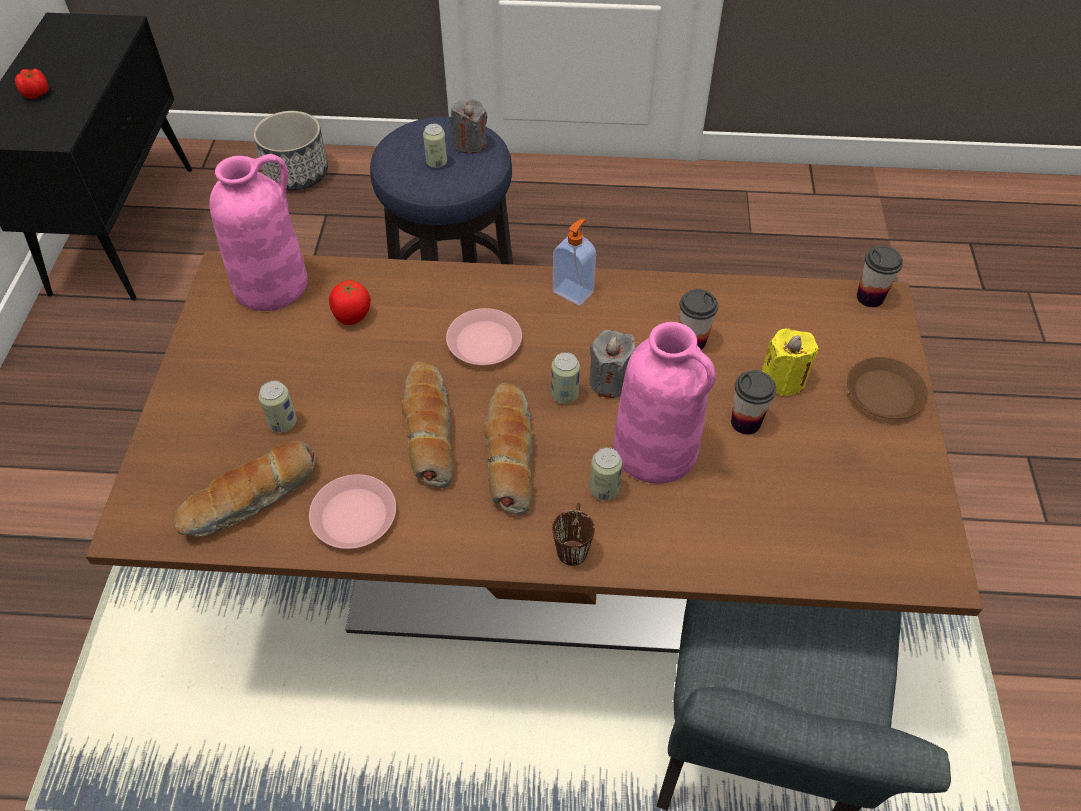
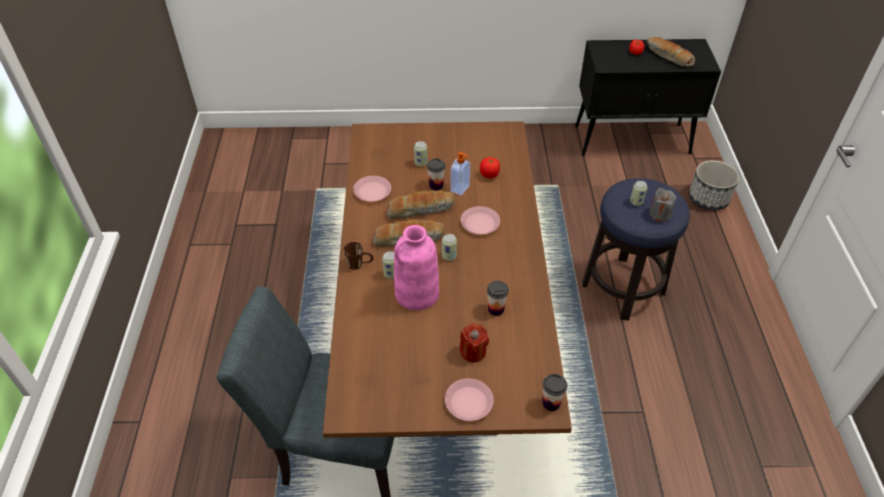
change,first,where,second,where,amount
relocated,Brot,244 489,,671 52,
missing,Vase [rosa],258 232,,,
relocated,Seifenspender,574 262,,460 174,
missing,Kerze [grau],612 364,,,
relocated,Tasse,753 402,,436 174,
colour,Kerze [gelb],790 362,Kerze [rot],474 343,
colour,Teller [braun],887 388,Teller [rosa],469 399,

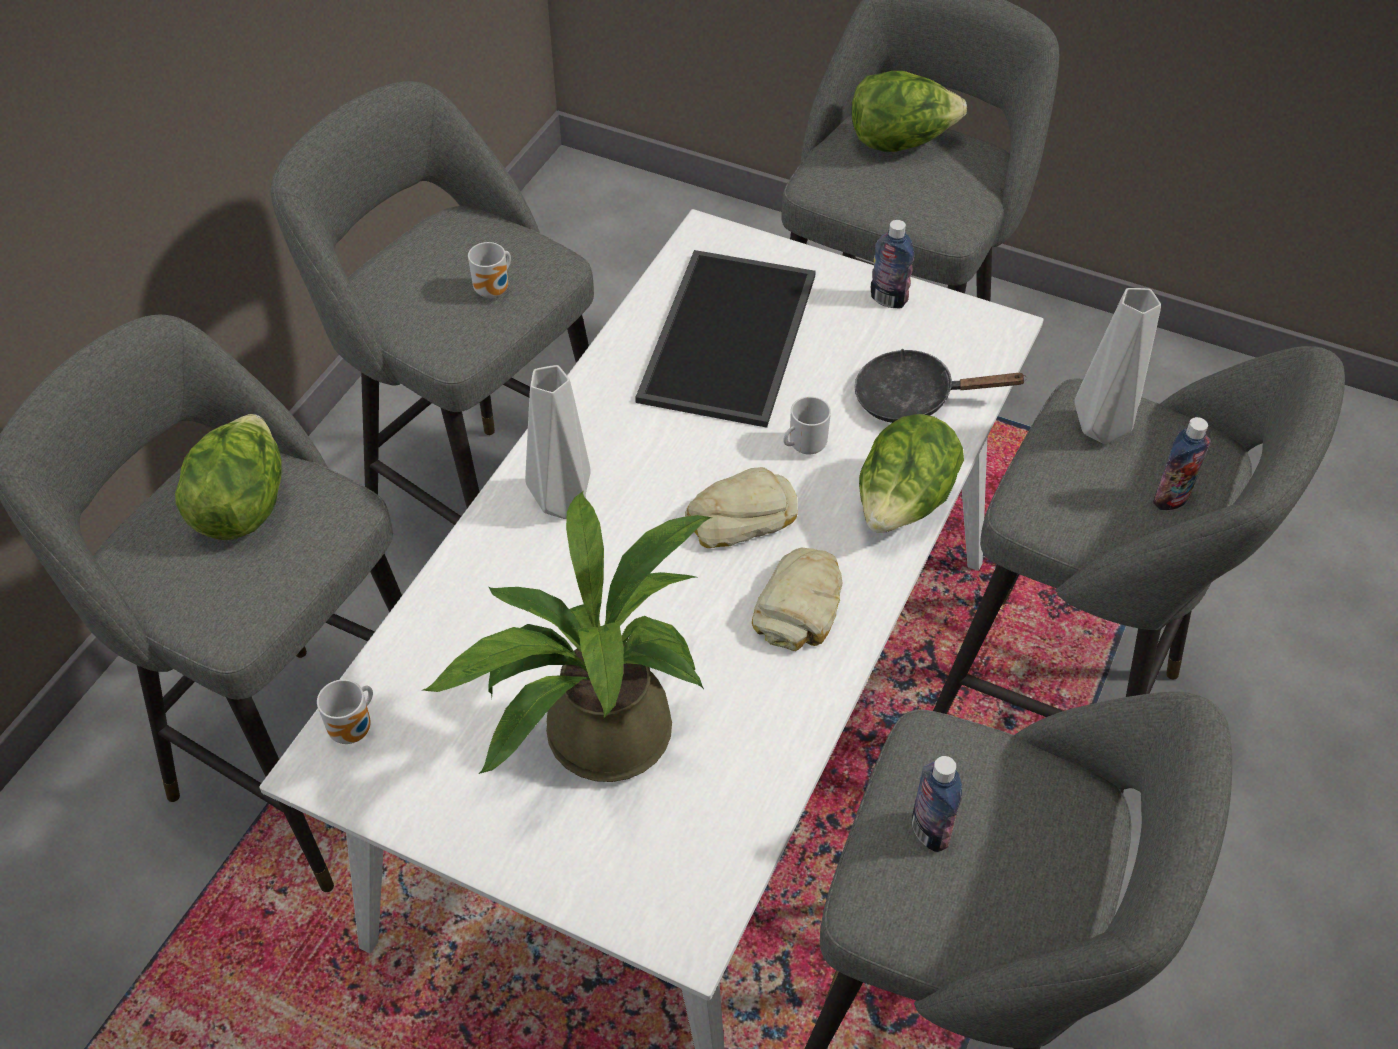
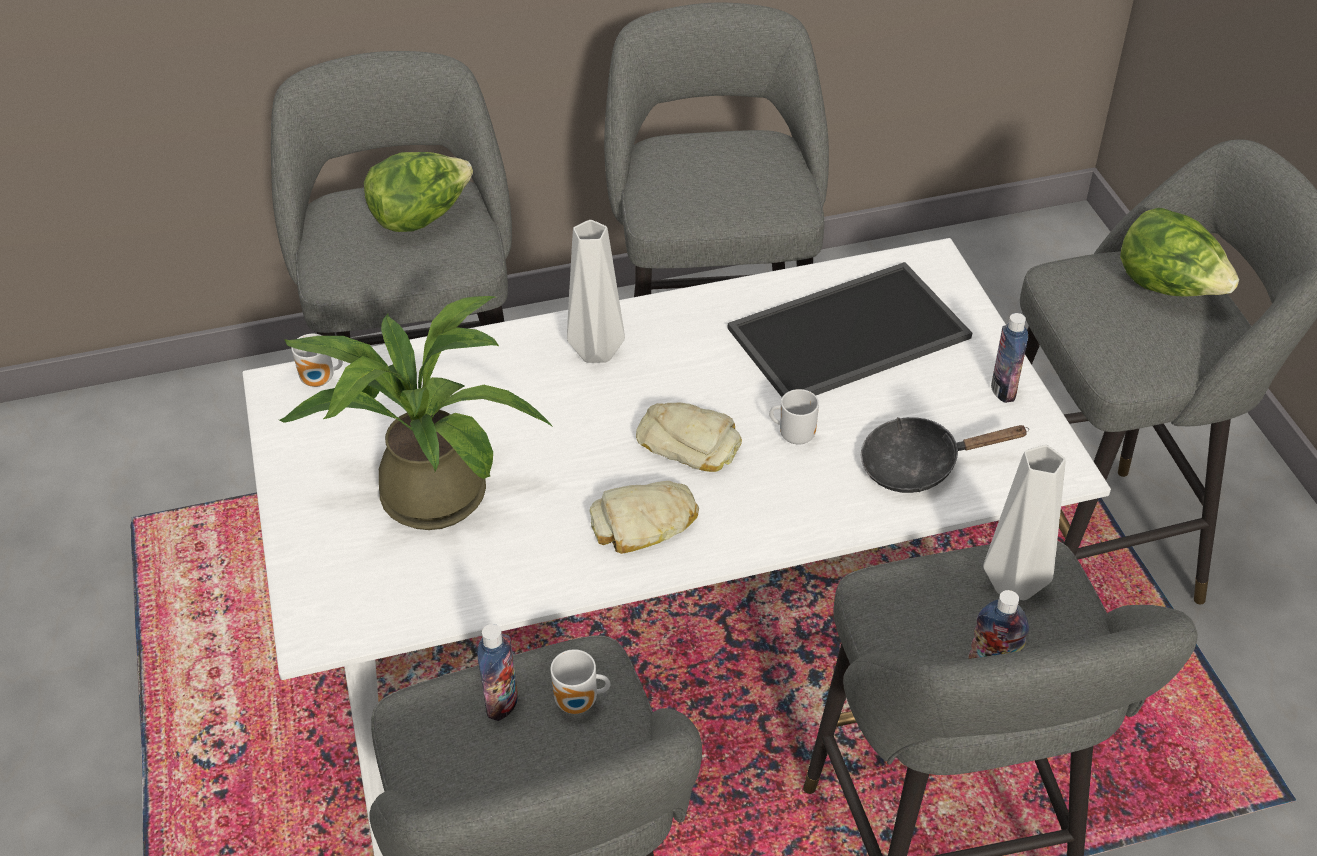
change,first,where,second,where,amount
relocated,Henkelbecher,489 270,,580 681,
spun,Pfanne [schwarz],941 386,,945 455,60 degrees counterclockwise
missing,Salatkopf,911 473,,,

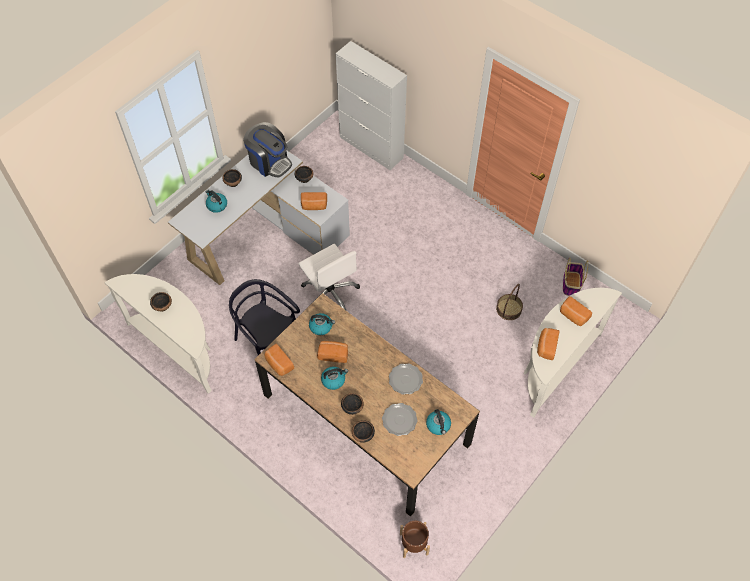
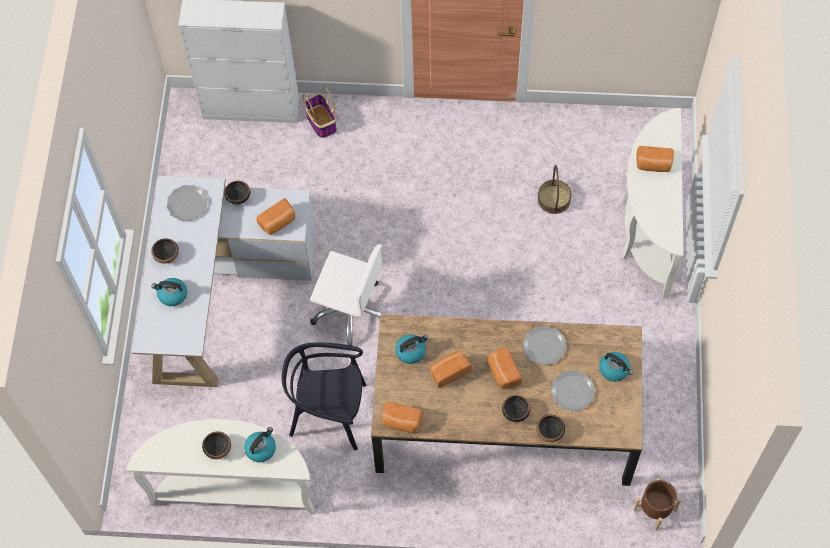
change,first,where,second,where,amount
exchanged,Kaffeemaschine,267 149,Teller,187 203,
relocated,Wasserkessel,334 378,,260 444,
relocated,Brot,548 344,,504 368,
relocated,Korb,575 277,,320 112,

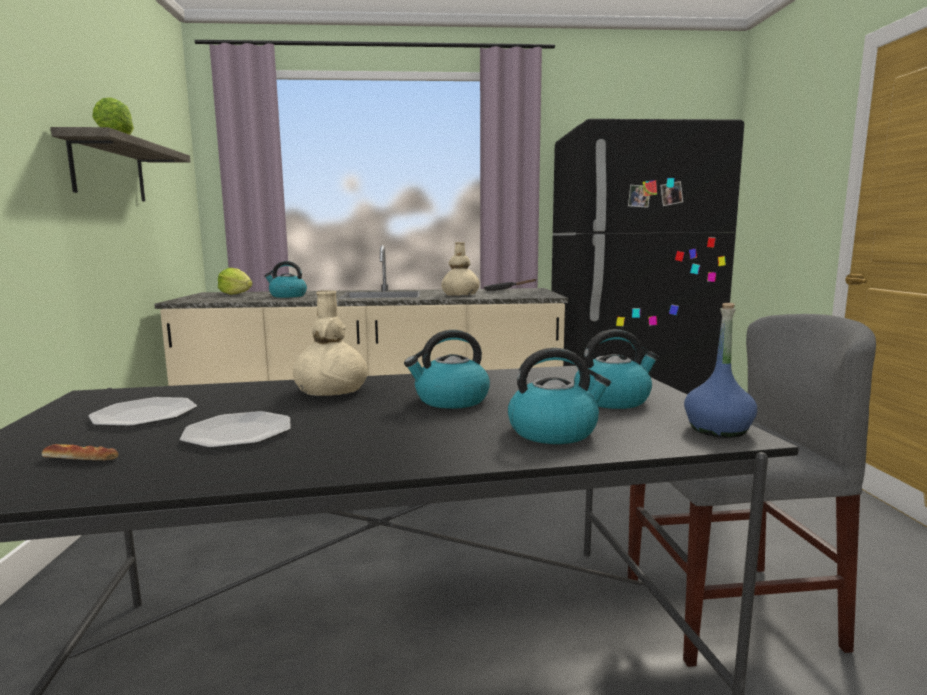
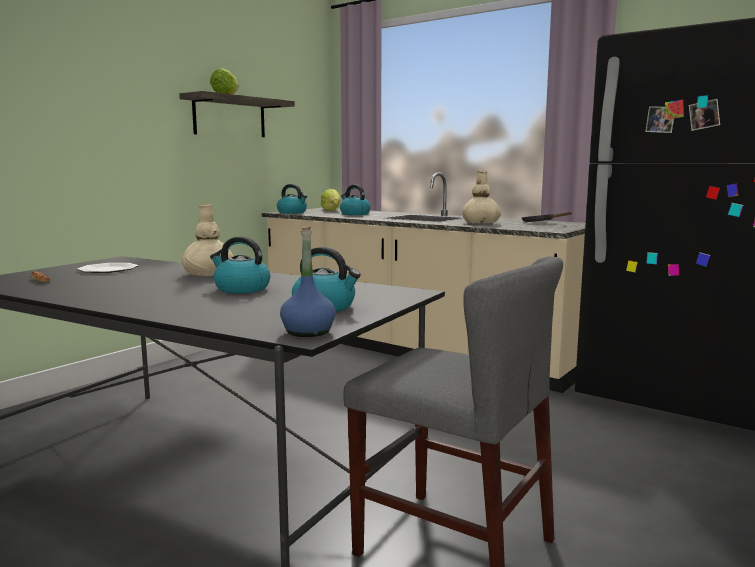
change,first,where,second,where,amount
missing,Teller,235 429,,,
relocated,Wasserkessel,559 396,,292 199,

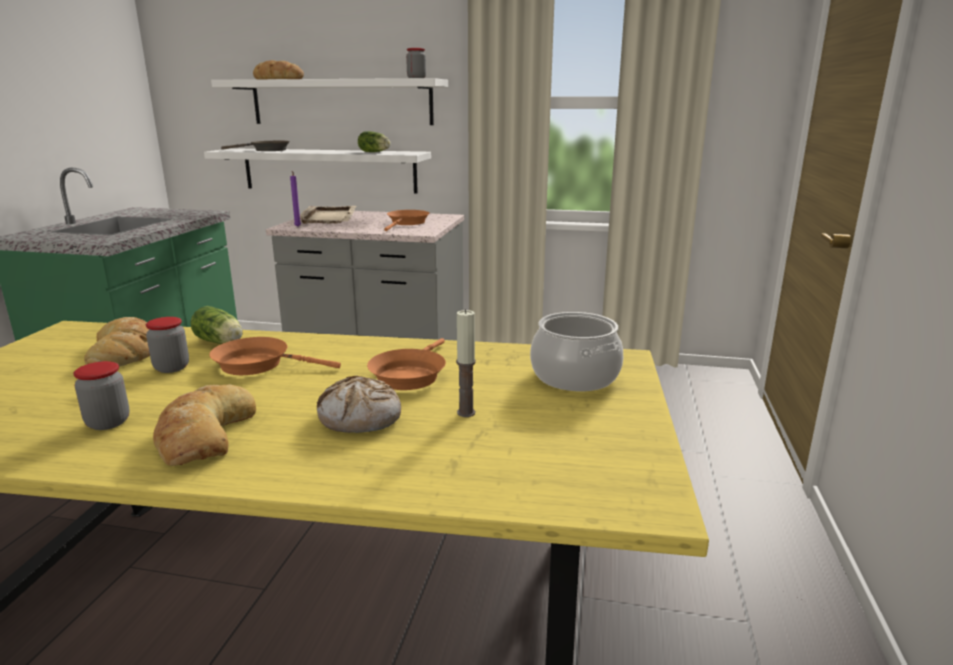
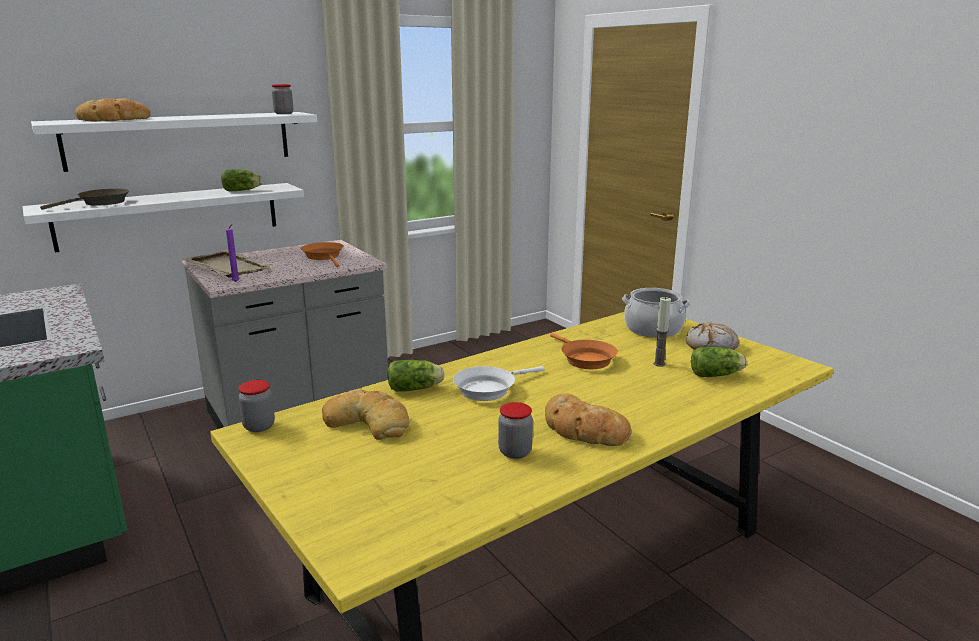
change,first,where,second,where,amount
relocated,Vorratsglas,167 345,,256 406,
colour,Pfanne [orange],275 356,Pfanne [weiß],499 383,
relocated,Brot,359 404,,712 336,
appeared,,,Salatkopf,719 362,

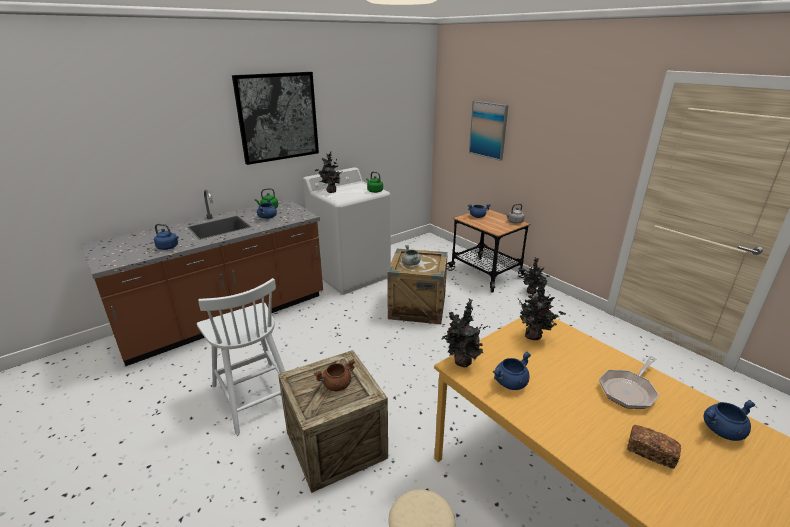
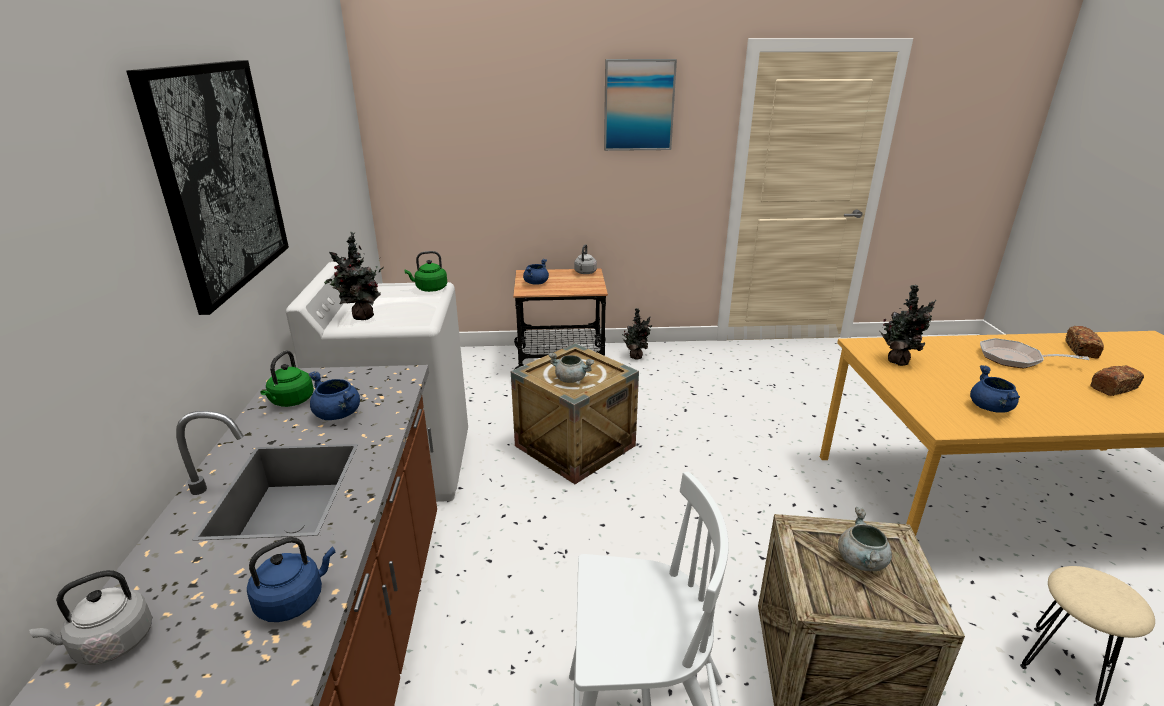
change,first,where,second,where,amount
colour,Kochtopf [braun],334 375,Kochtopf [grau],865 539,
missing,Topfpflanze,464 332,,,
relocated,Bild,489 131,,640 105,
spun,Pfanne,629 382,,1035 353,120 degrees clockwise
exchanged,Kochtopf [blau],729 420,Brot,1085 342,
appeared,,,Wasserkessel [grau],90 617,

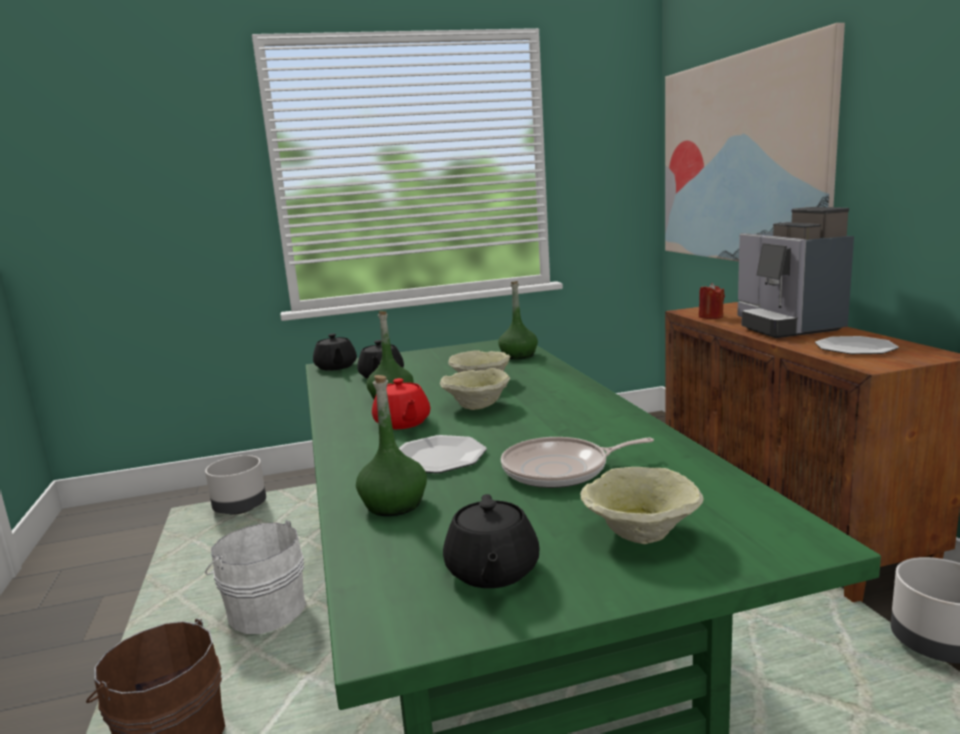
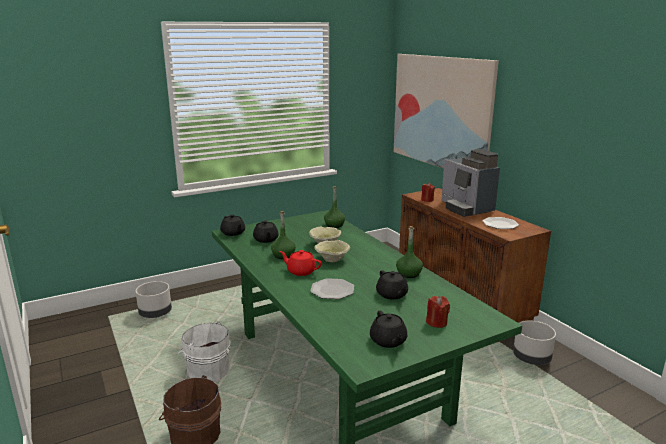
change,first,where,second,where,amount
relocated,Flasche [grün],391 445,,409 252,
spun,Teekanne [rot],401 403,,300 263,150 degrees clockwise
exchanged,Pfanne,577 462,Teekanne [schwarz],392 285,
exchanged,Schüssel [beige],642 505,Kerze [rot],438 312,

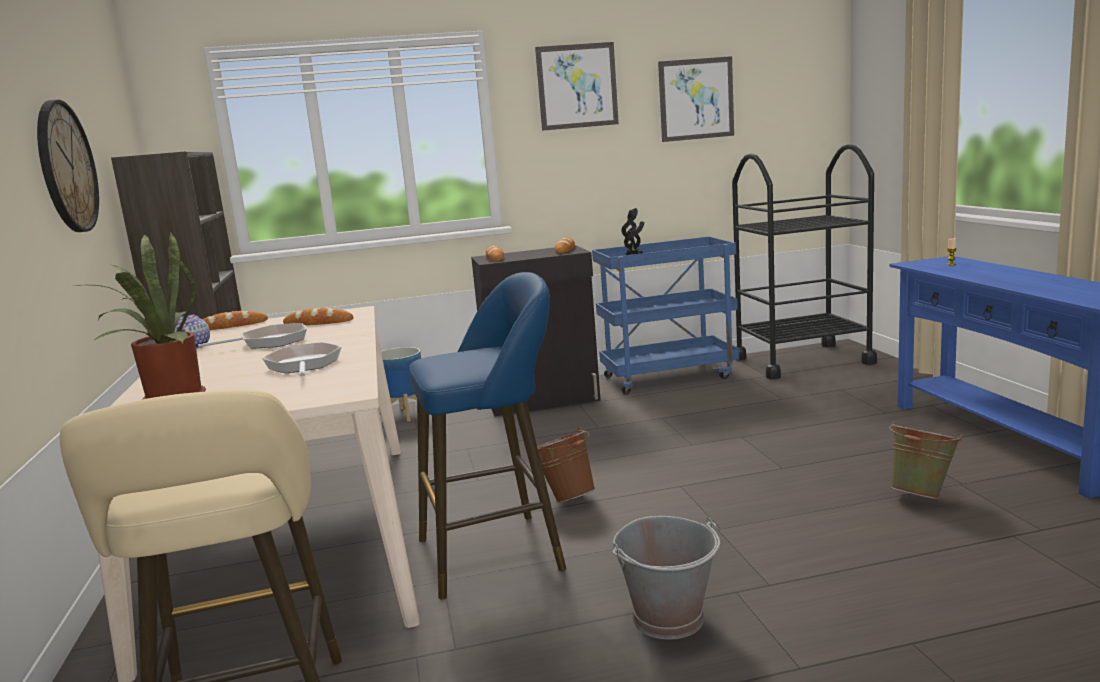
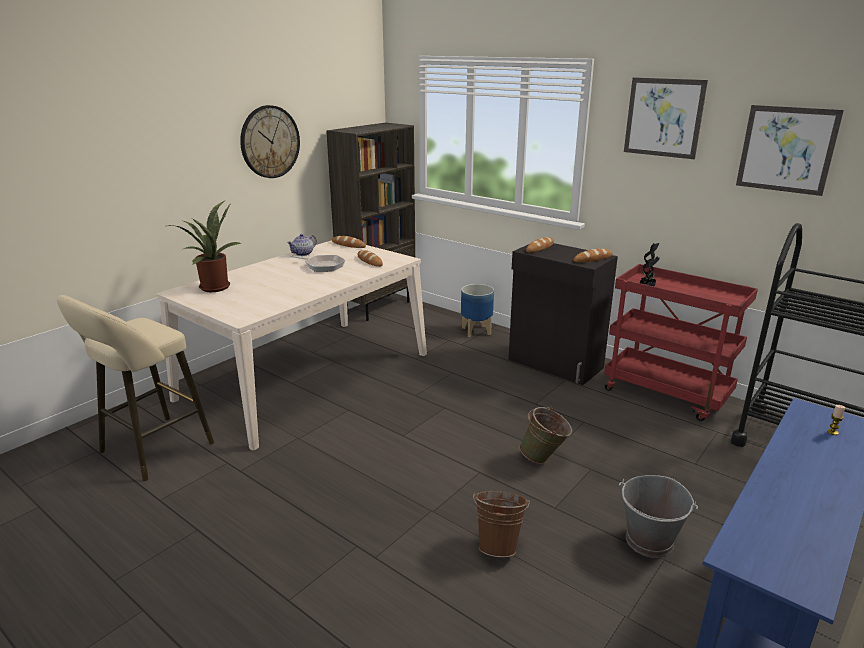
change,first,where,second,where,amount
missing,Pfanne,302 359,,,
missing,Hocker [blau],487 436,,,
relocated,Eimer [braun],566 465,,501 524,
colour,Rollwagen [blau],665 315,Rollwagen [rot],681 342,
relocated,Eimer [grau],666 578,,658 516,
relocated,Eimer [grün],925 460,,546 435,

